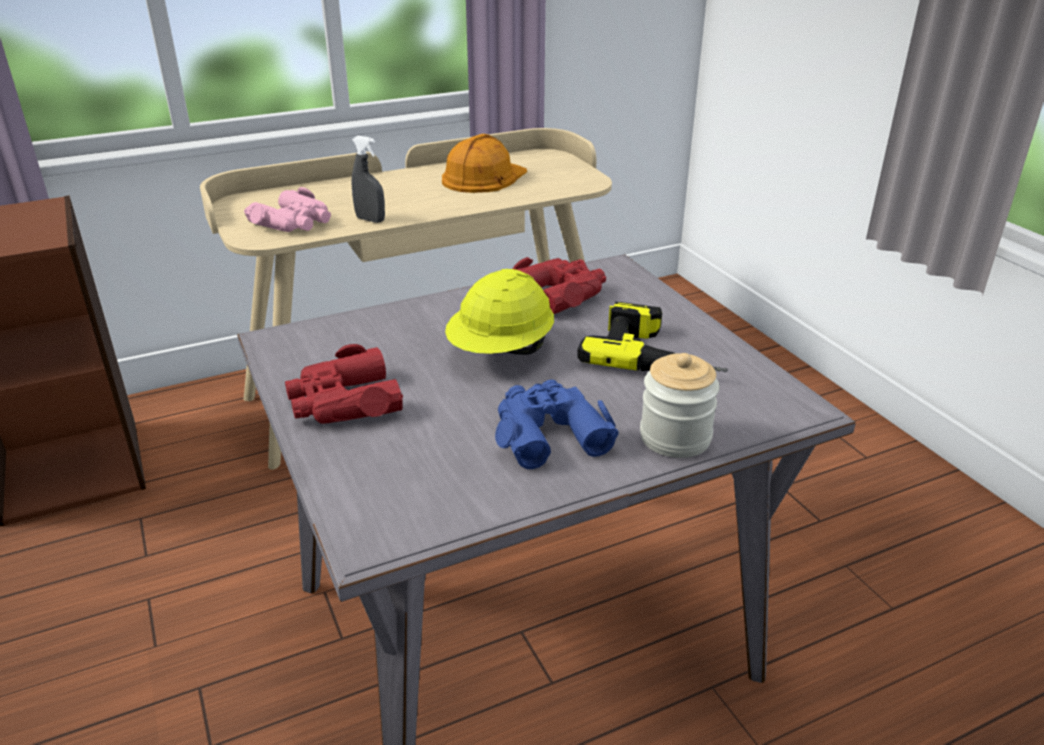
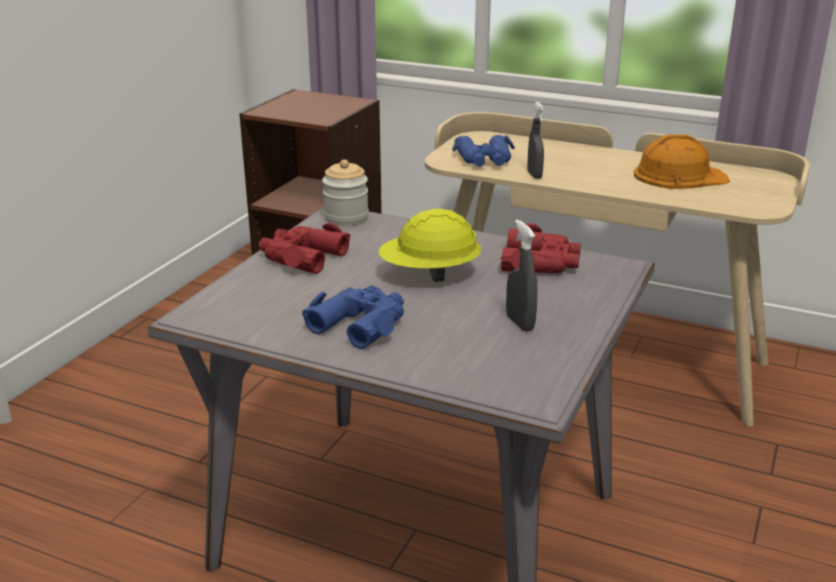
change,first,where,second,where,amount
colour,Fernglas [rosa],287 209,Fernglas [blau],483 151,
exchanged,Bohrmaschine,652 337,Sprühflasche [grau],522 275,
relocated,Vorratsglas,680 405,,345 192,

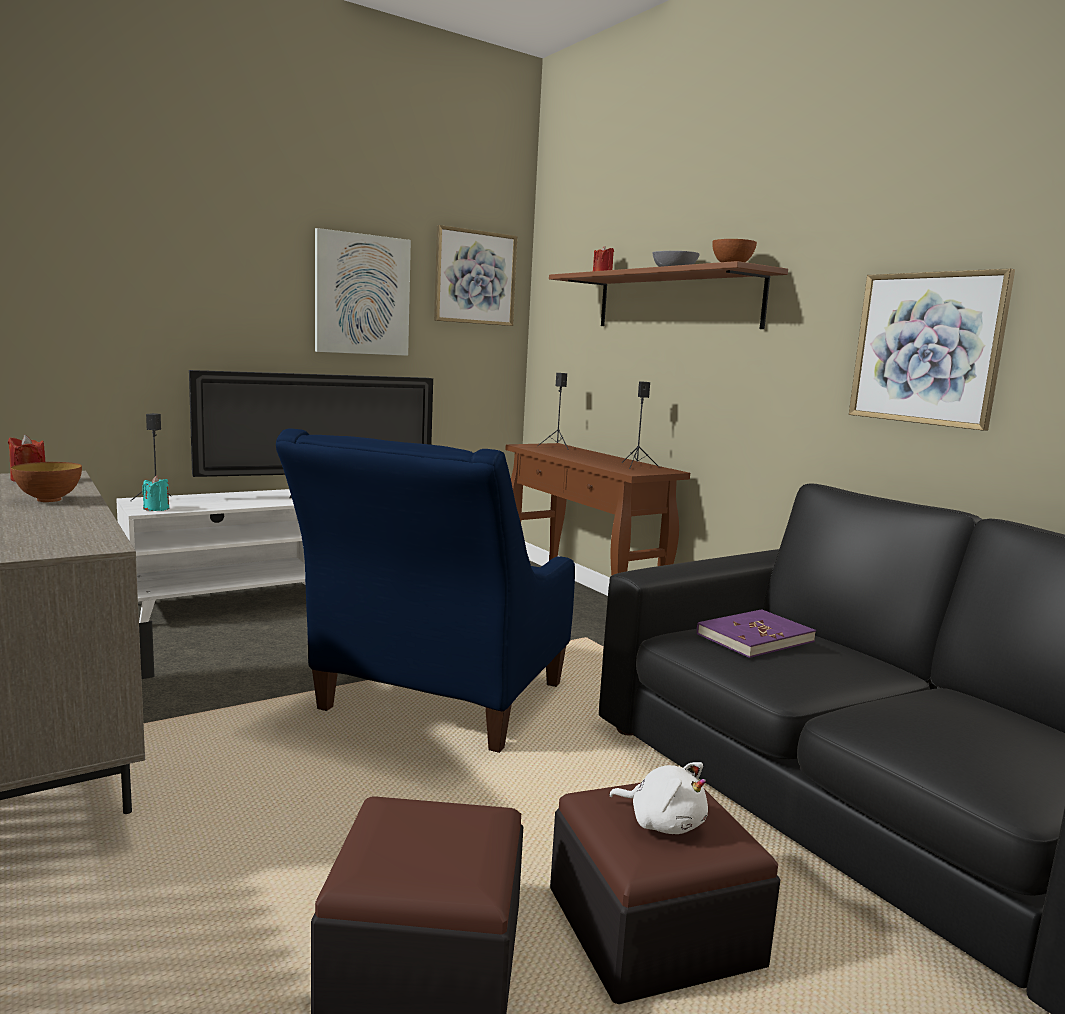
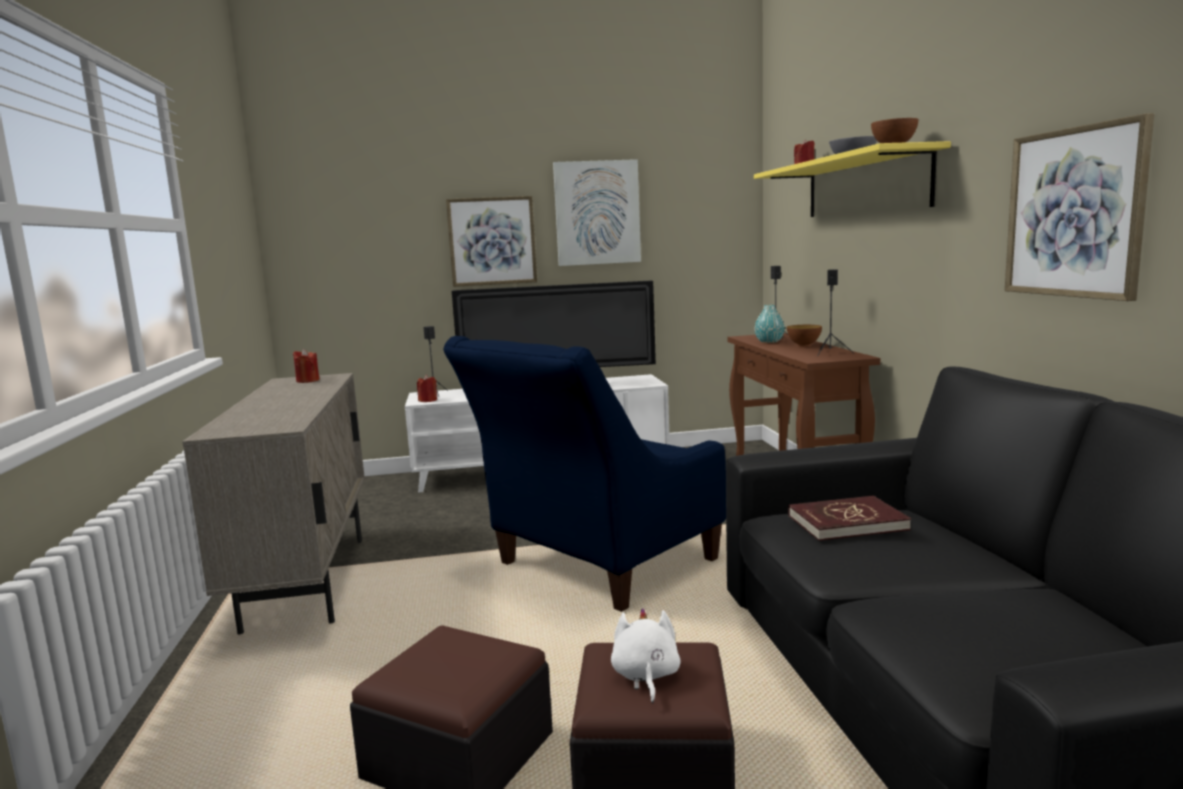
change,first,where,second,where,amount
relocated,Schüssel,46 482,,804 336,
colour,Kerze [türkis],155 493,Kerze [rot],427 388,
relocated,Bild,475 275,,491 241,
colour,Wandregal [braun],668 295,Wandregal [gelb],852 179,
spun,Plüschtier [weiß],658 798,,646 655,150 degrees counterclockwise
colour,Buch [lila],756 633,Buch [rot],849 518,
appeared,,,Vase [türkis],770 324,

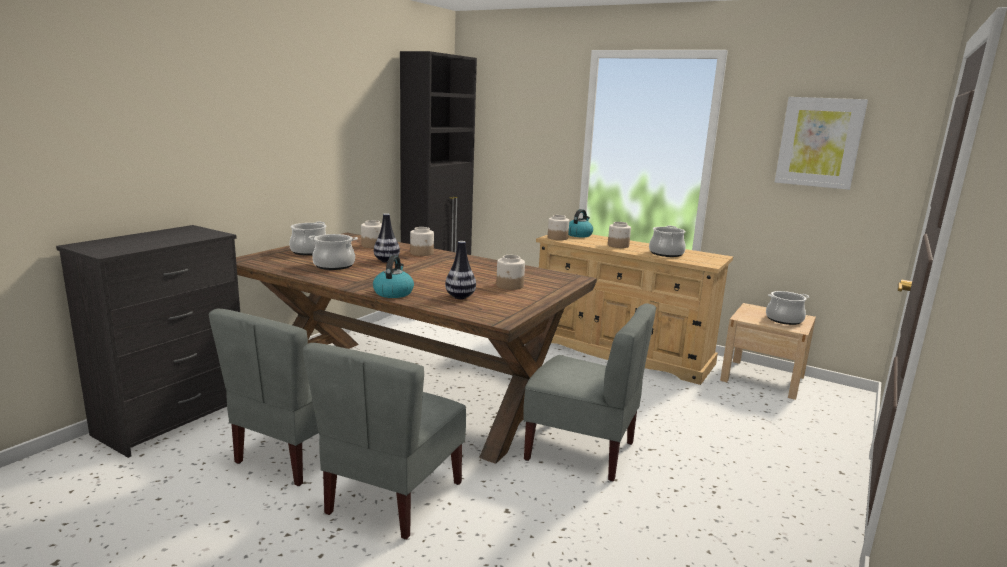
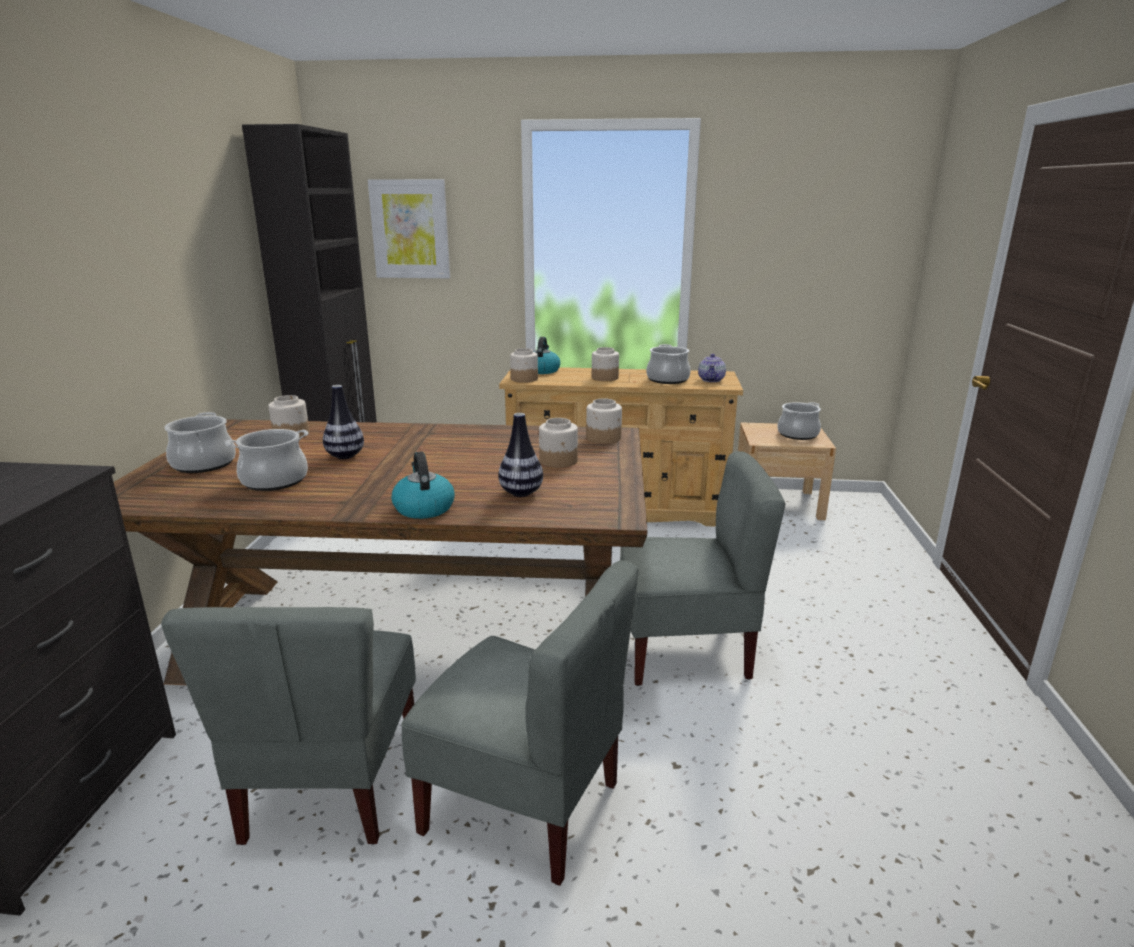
change,first,where,second,where,amount
spun,Stuhl [grau],384 441,,520 723,60 degrees counterclockwise
relocated,Vorratsglas,422 241,,604 421,
relocated,Bild,821 143,,409 228,
appeared,,,Teekanne,712 368,

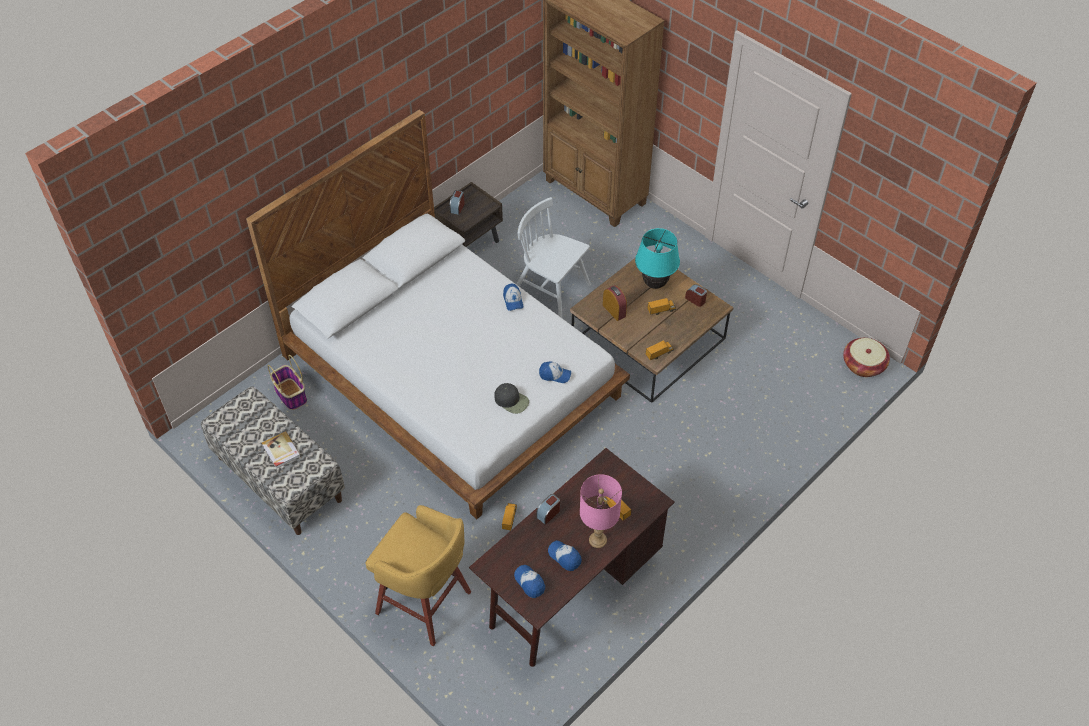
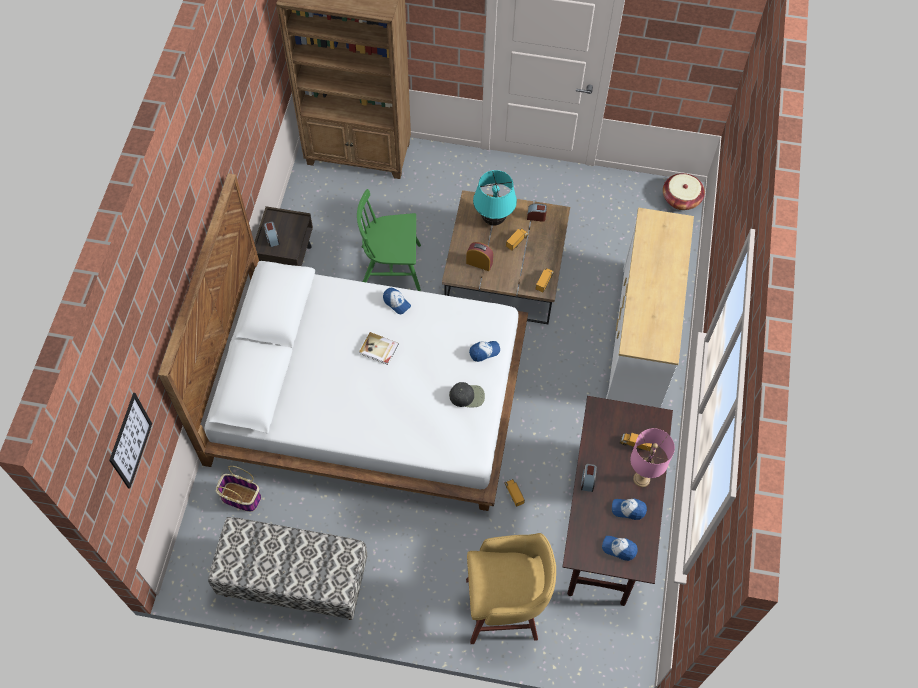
change,first,where,second,where,amount
relocated,Buch,281 450,,379 348,
colour,Stuhl [weiß],553 257,Stuhl [grün],389 240,
appeared,,,Bild,130 441,
appeared,,,Kommode [weiß],650 308,

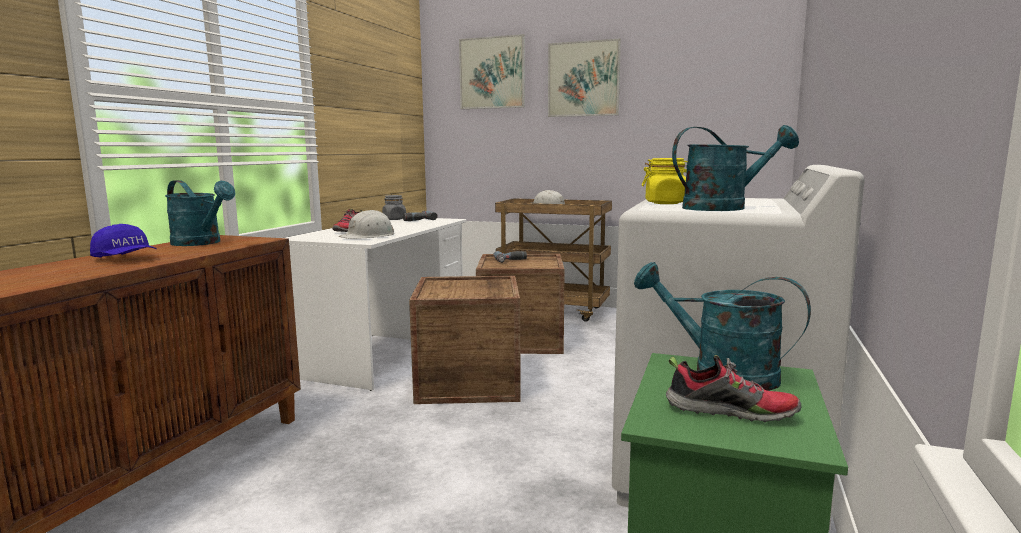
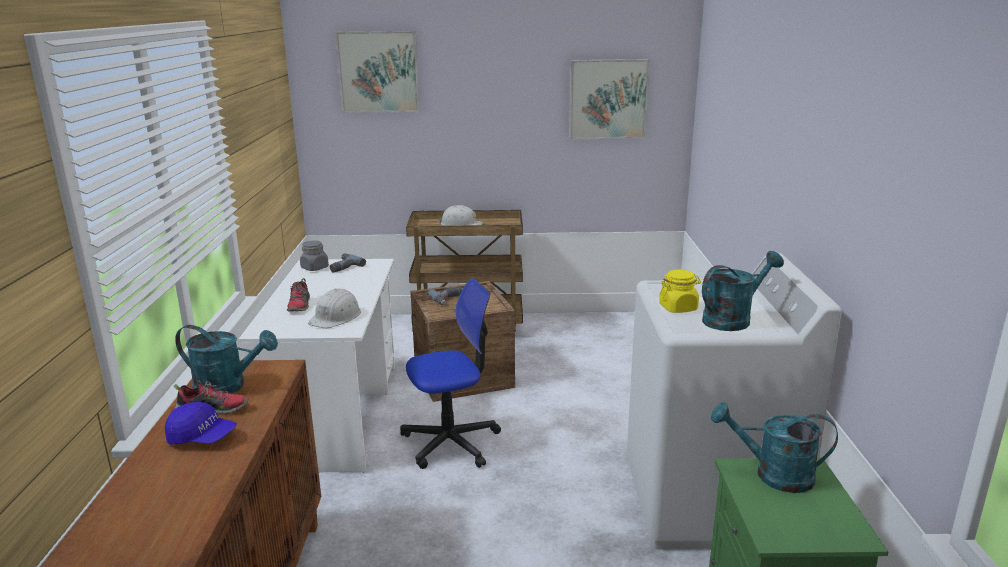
change,first,where,second,where,amount
exchanged,Kiste,465 340,Bürostuhl,450 373,
relocated,Bild,584 77,,609 99,
relocated,Schuh,733 388,,211 397,

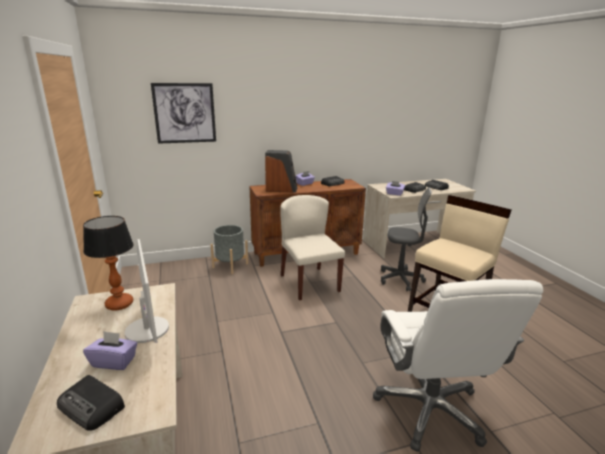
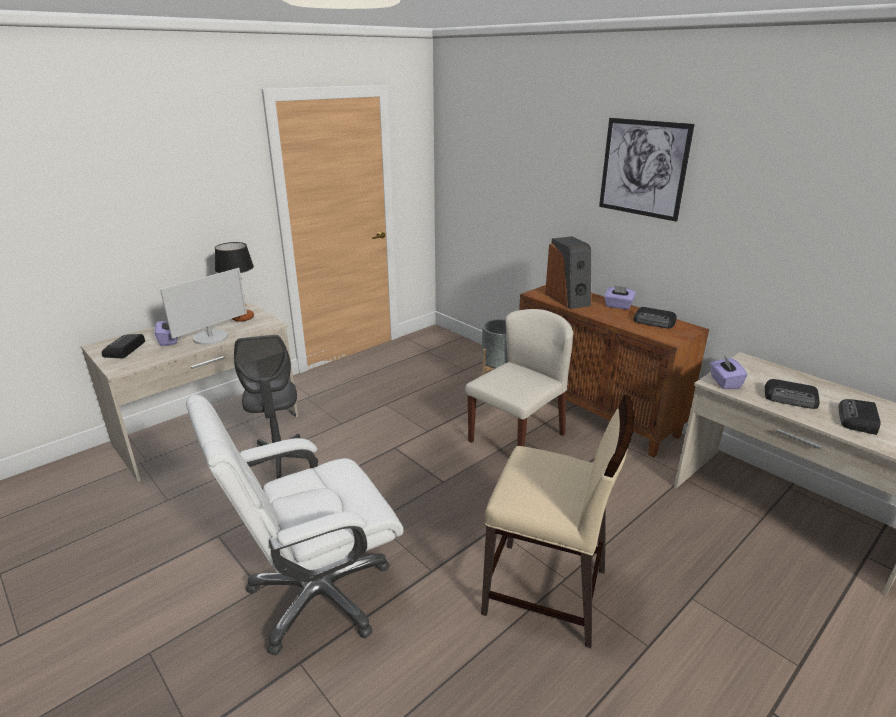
change,first,where,second,where,amount
relocated,Bild,183 113,,647 170,
relocated,Bürostuhl [grau],406 239,,276 407,

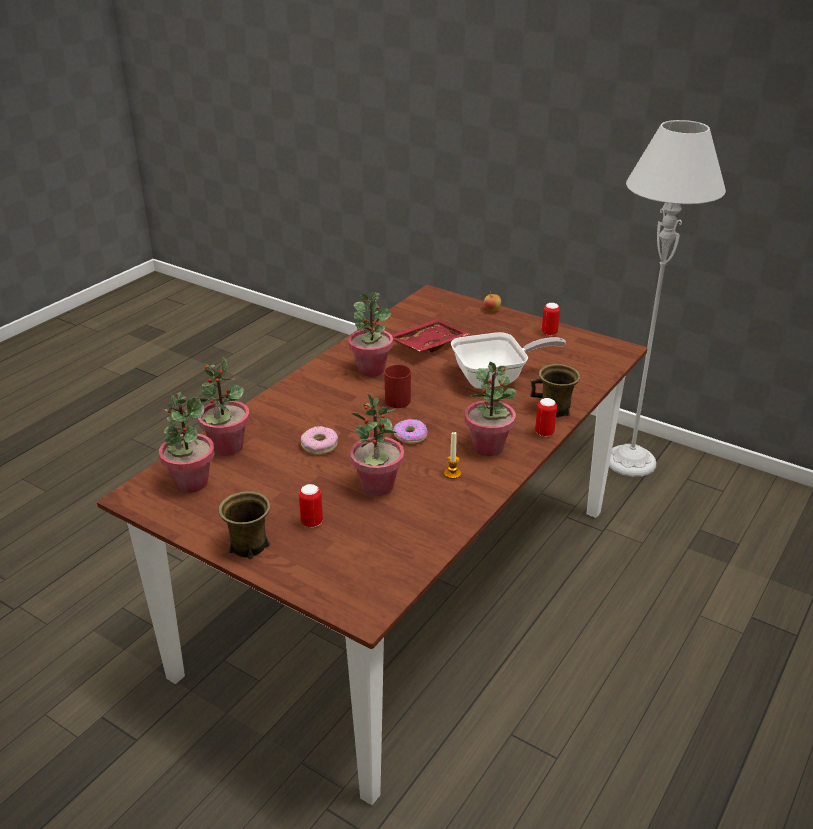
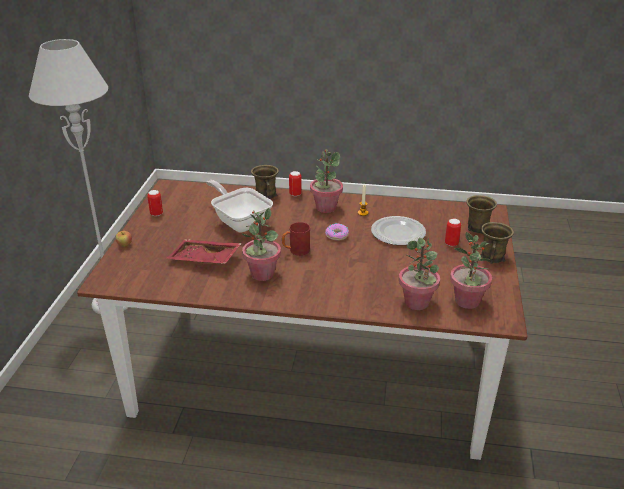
change,first,where,second,where,amount
missing,Donut,319 440,,,
exchanged,Topfpflanze,377 444,Teller,398 230,
appeared,,,Henkelbecher [braun],481 214,

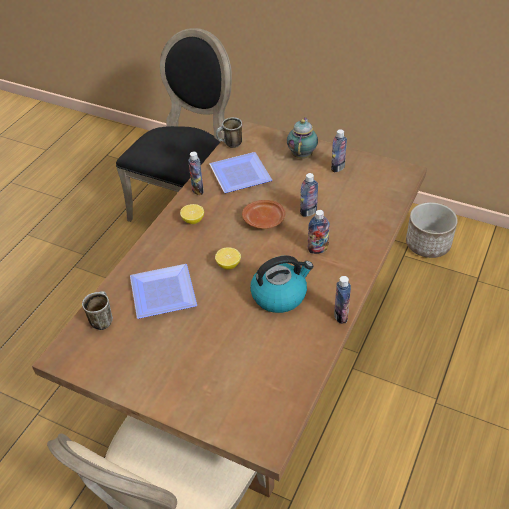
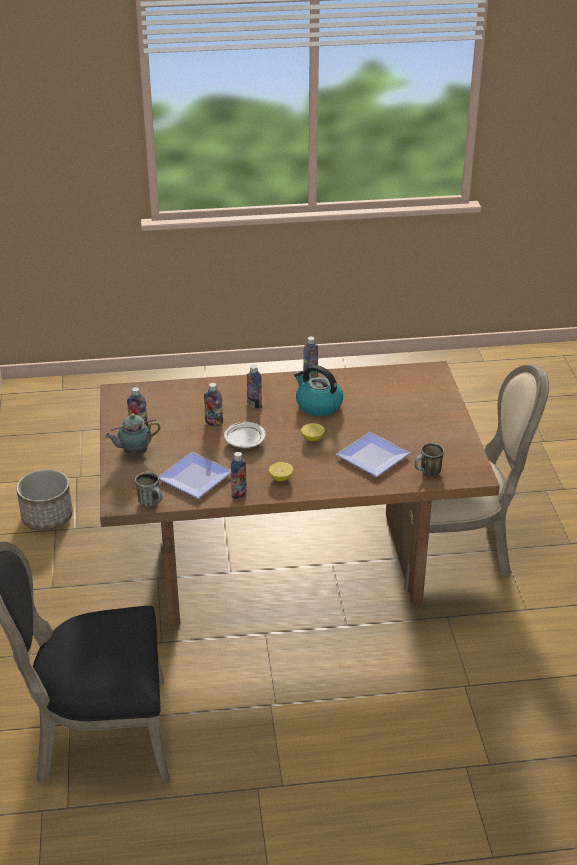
change,first,where,second,where,amount
colour,Teller [braun],263 214,Teller [weiß],245 435,

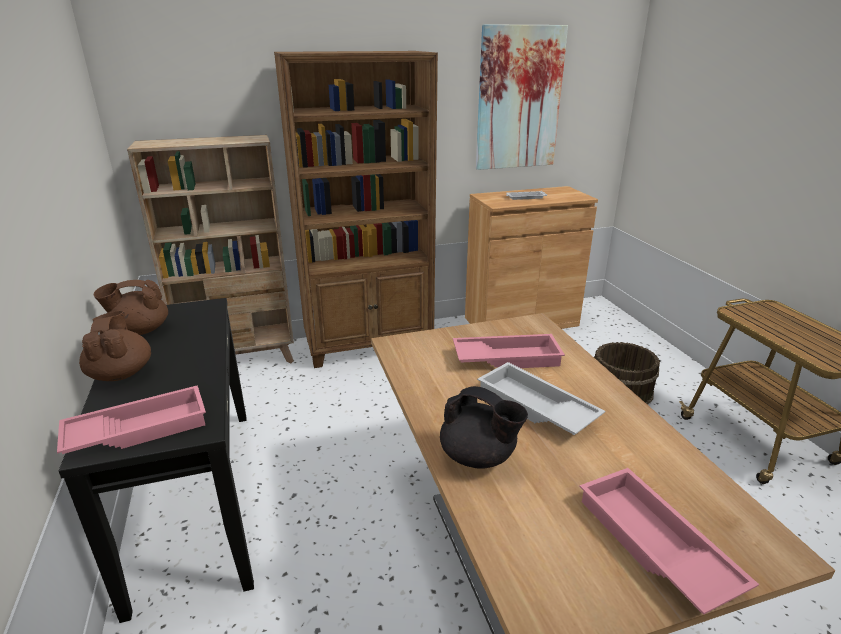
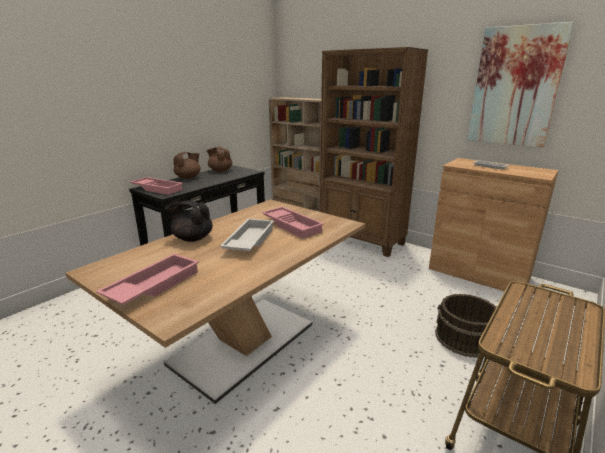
change,first,where,second,where,amount
spun,Teekanne [schwarz],484 427,,189 221,105 degrees clockwise

